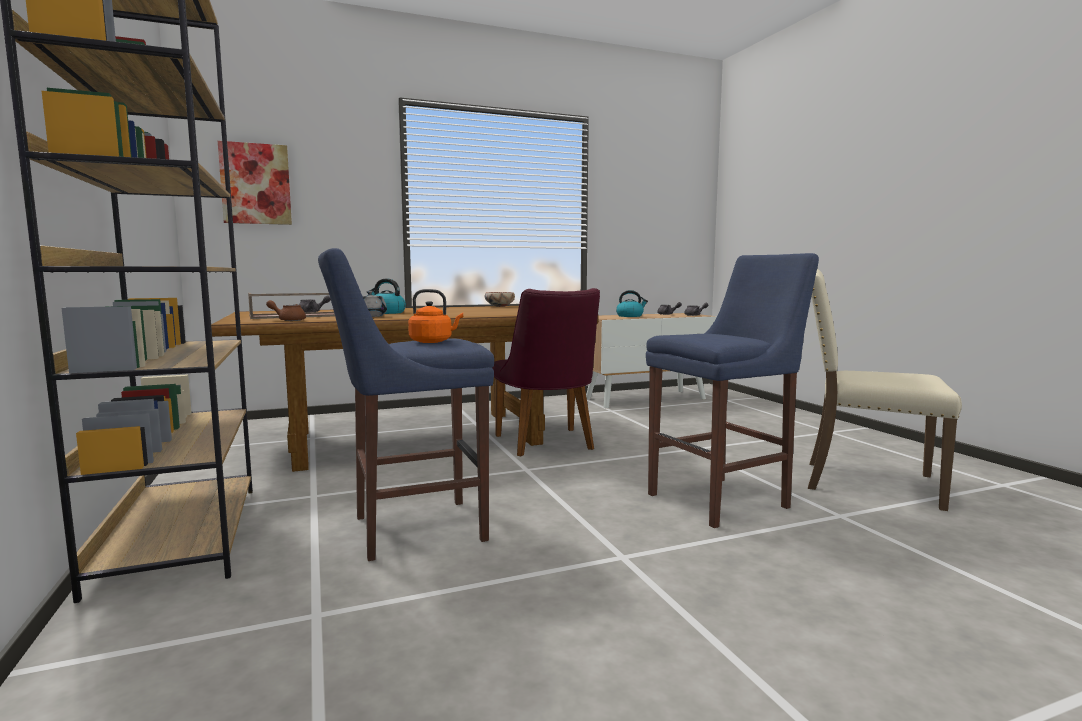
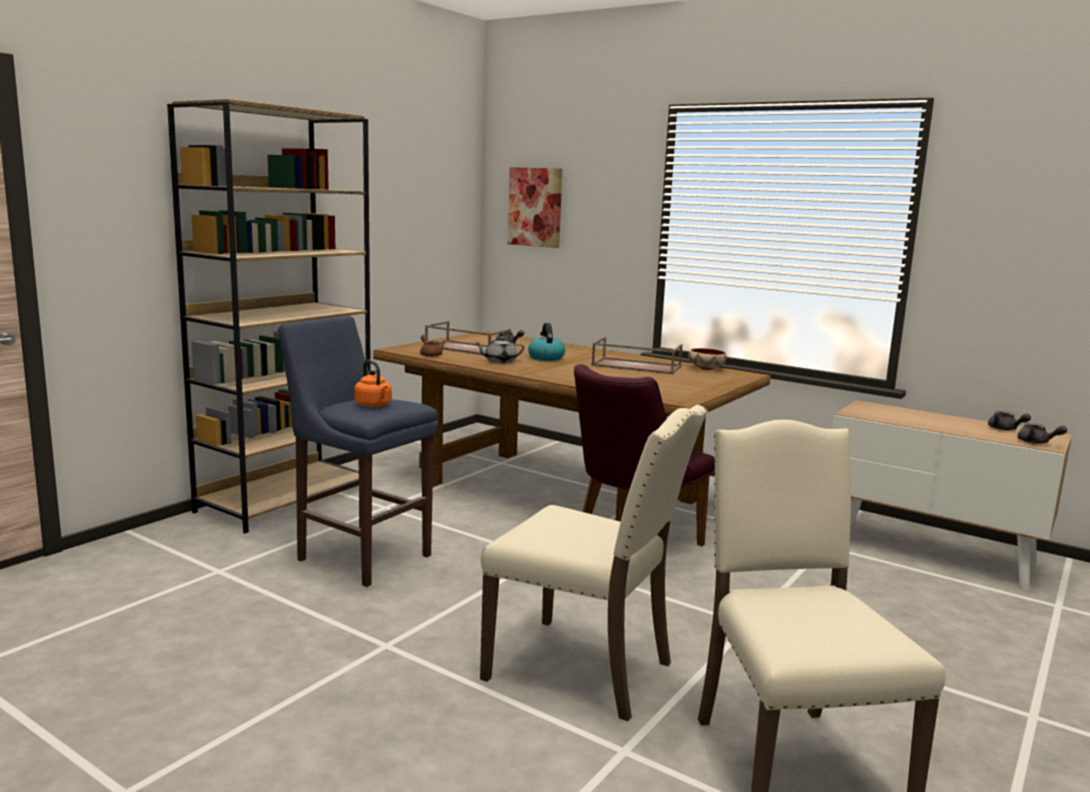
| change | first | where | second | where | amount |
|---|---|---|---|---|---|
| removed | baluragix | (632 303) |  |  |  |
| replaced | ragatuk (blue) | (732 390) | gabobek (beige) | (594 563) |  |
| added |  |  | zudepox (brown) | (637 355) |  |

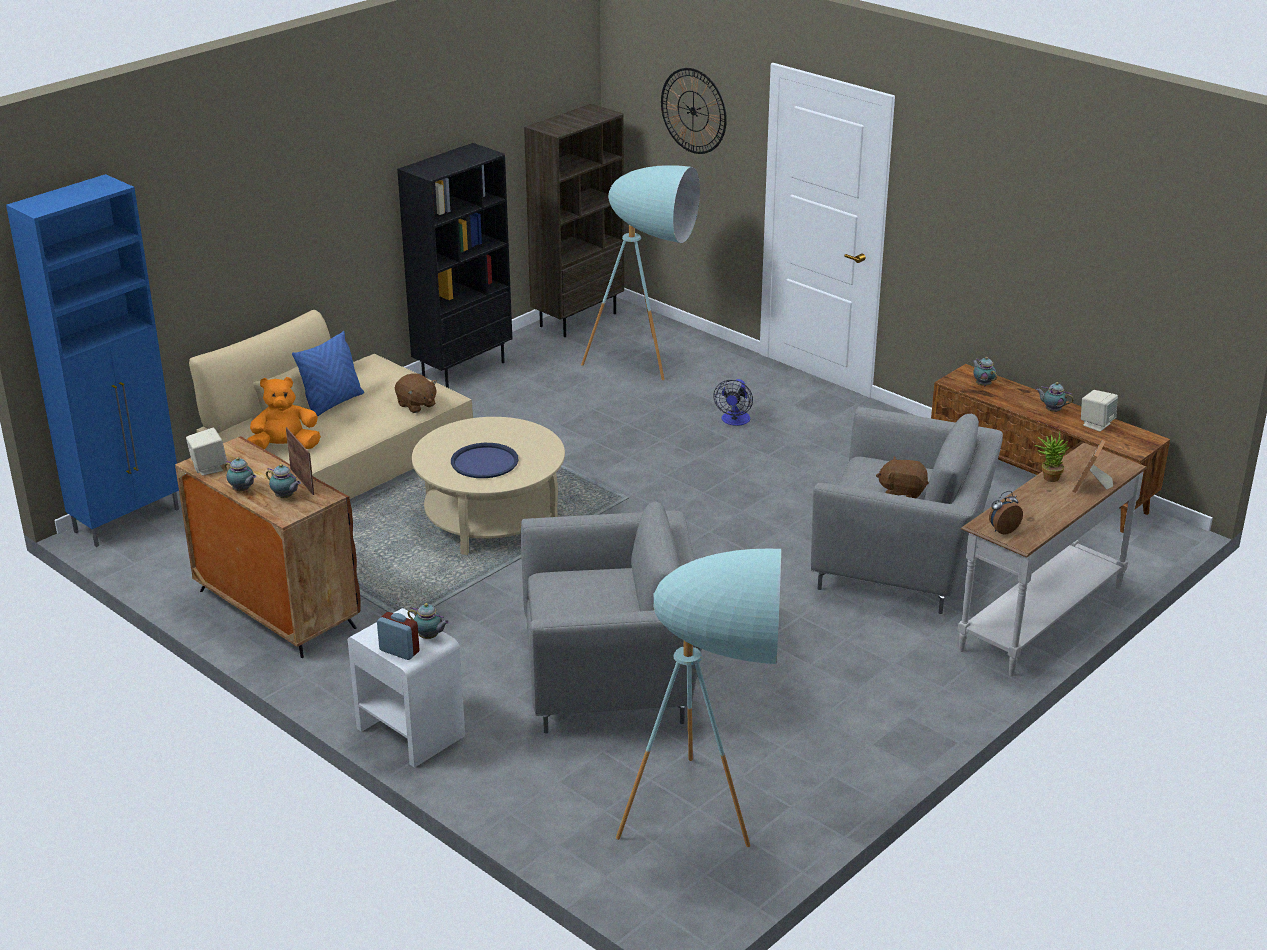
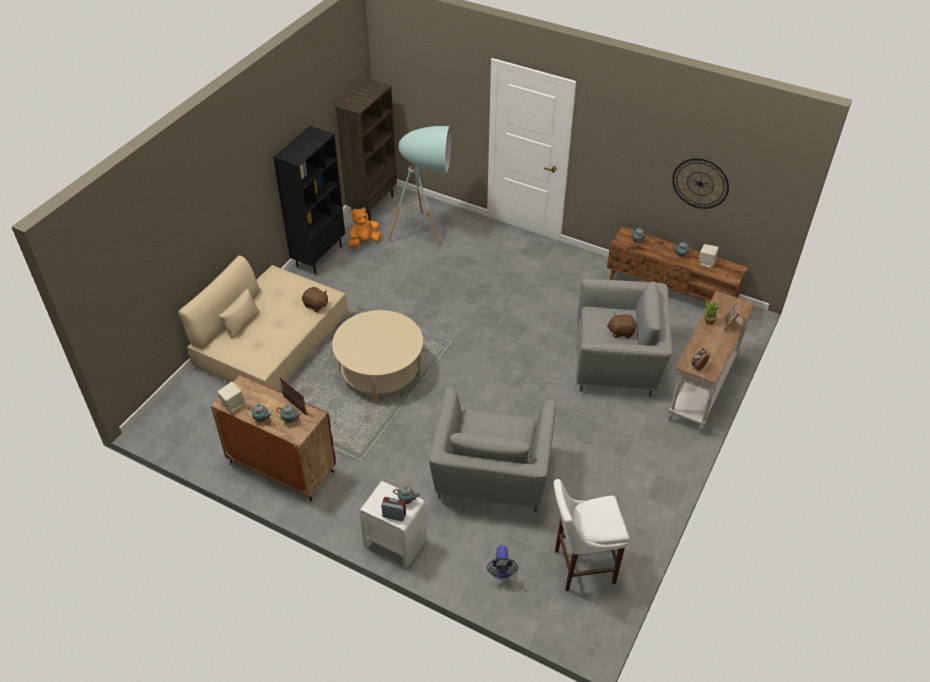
| change | first | where | second | where | amount |
|---|---|---|---|---|---|
| removed | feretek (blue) | (92 360) |  |  |  |
| moved | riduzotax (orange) | (284 413) |  | (364 227) |  |
| removed | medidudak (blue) | (328 373) |  |  |  |
| removed | zudepox (blue) | (485 460) |  |  |  |
| turned | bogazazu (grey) | (611 618) |  | (492 449) | 120 degrees clockwise |
| replaced | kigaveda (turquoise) | (698 698) | ragatuk (white) | (591 535) |  |
| moved | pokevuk | (694 111) |  | (700 183) |  |
| moved | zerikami | (733 402) |  | (502 562) |  |

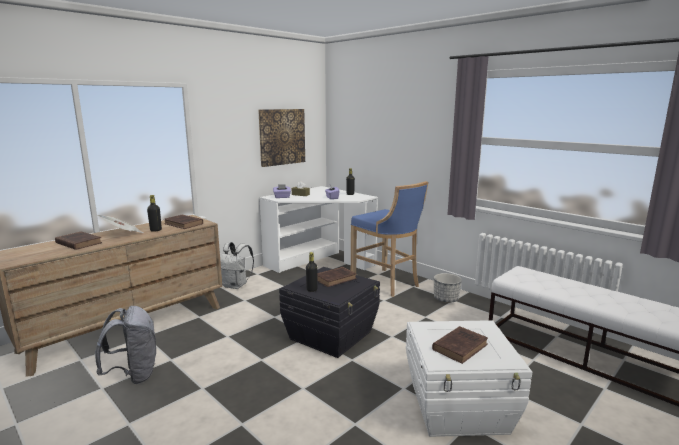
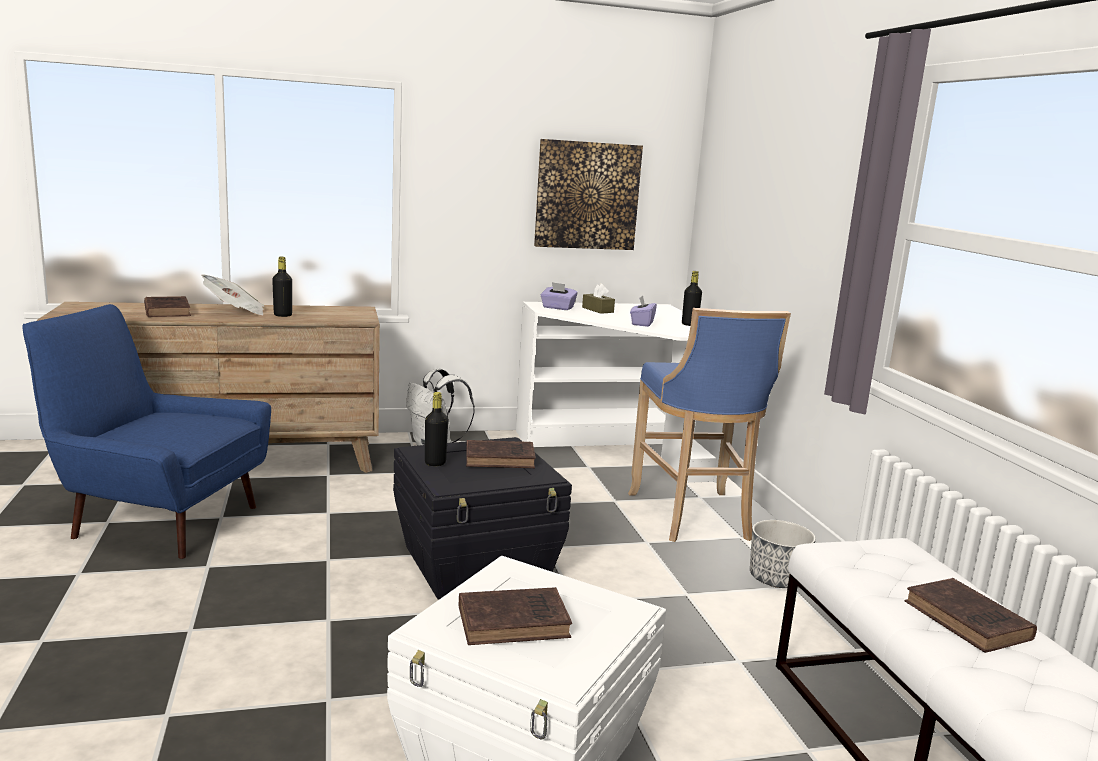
| change | first | where | second | where | amount |
|---|---|---|---|---|---|
| replaced | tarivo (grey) | (125 345) | bogazazu (blue) | (146 431) |  |
| moved | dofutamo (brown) | (183 221) |  | (971 615) |  |

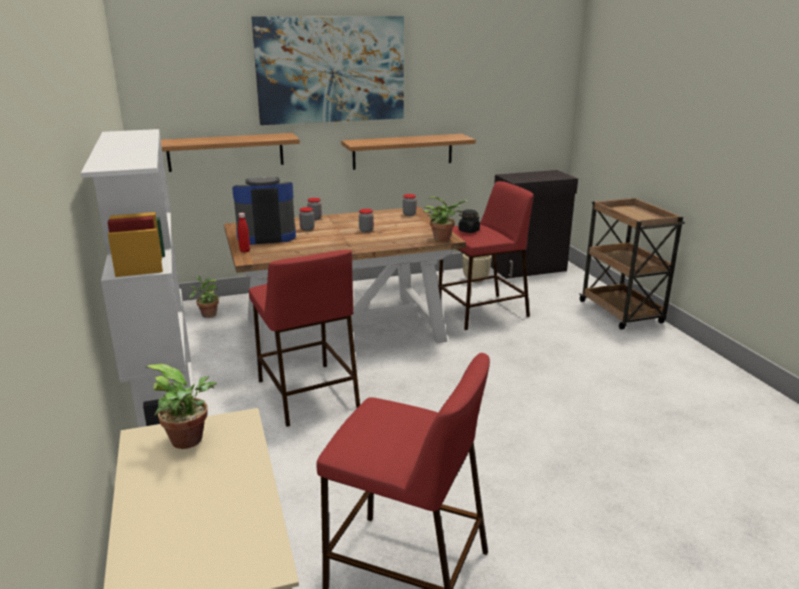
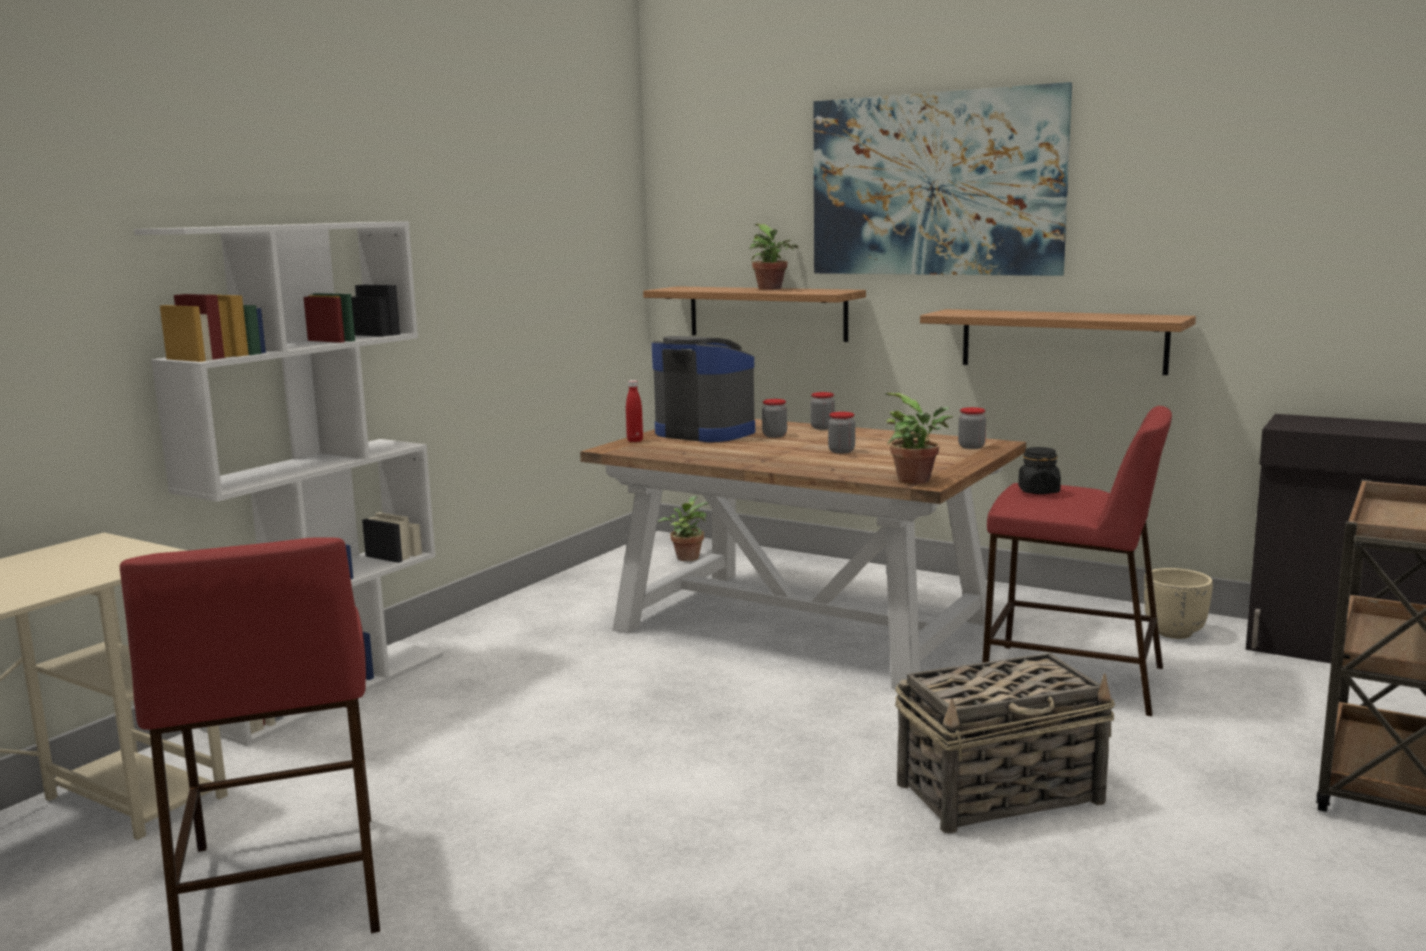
| change | first | where | second | where | amount |
|---|---|---|---|---|---|
| moved | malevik | (181 406) |  | (774 257) |  |
| removed | ragatuk (red) | (304 338) |  |  |  |
| added |  |  | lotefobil | (1005 743) |  |

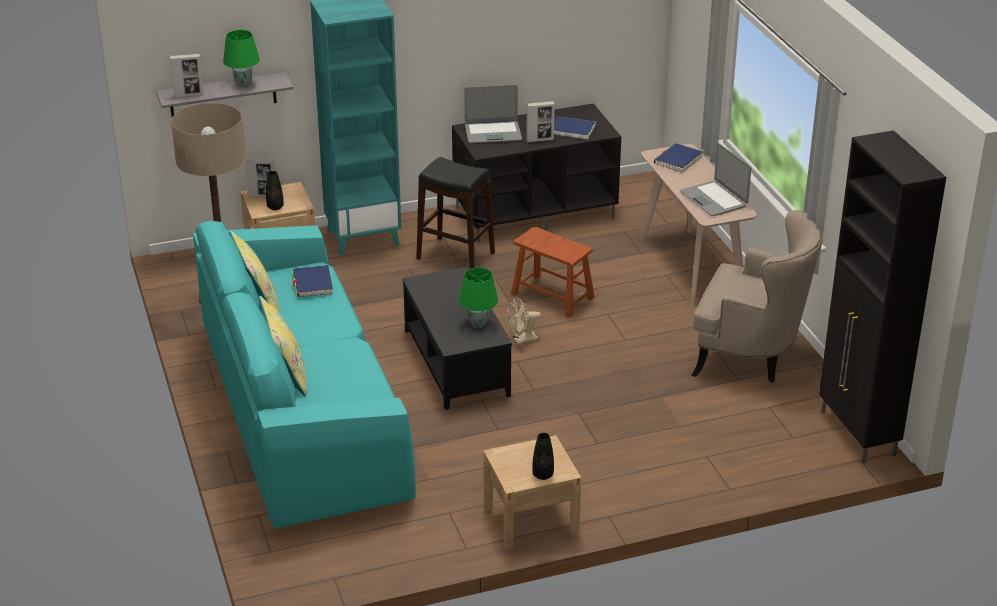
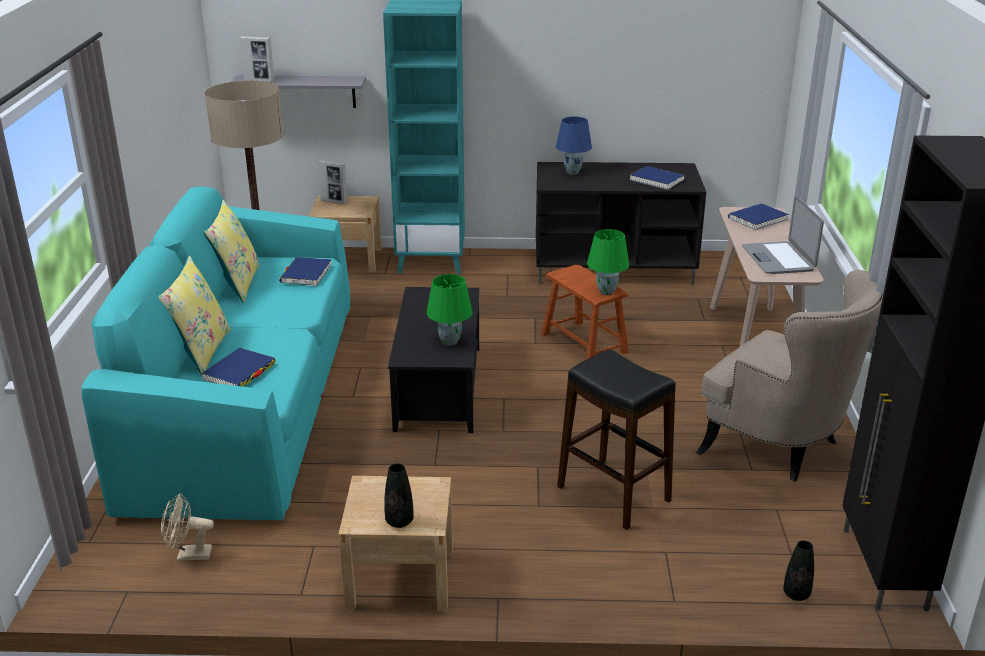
| change | first | where | second | where | amount |
|---|---|---|---|---|---|
| moved | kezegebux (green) | (241 58) |  | (608 262) |  |
| moved | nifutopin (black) | (275 190) |  | (798 571) |  |
| moved | ragatuk (black) | (455 213) |  | (616 440) |  |
| replaced | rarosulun | (493 114) | kezegebux (blue) | (574 146) |  |
| moved | zerikami (beige) | (523 321) |  | (187 527) |  |
| removed | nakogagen | (540 121) |  |  |  |
| added |  |  | dofutamo (blue) | (238 367) |  |

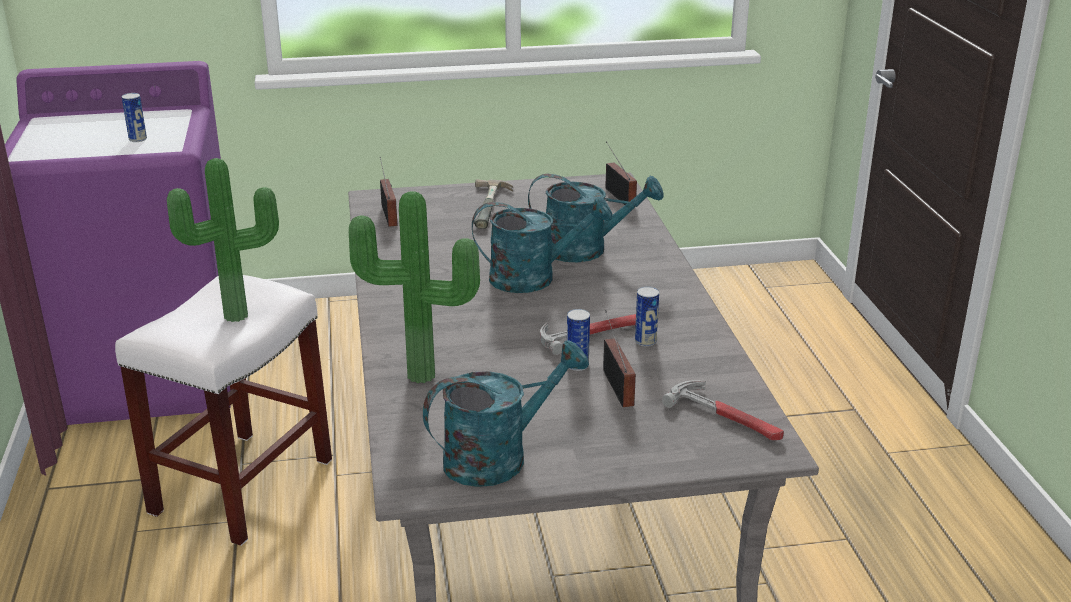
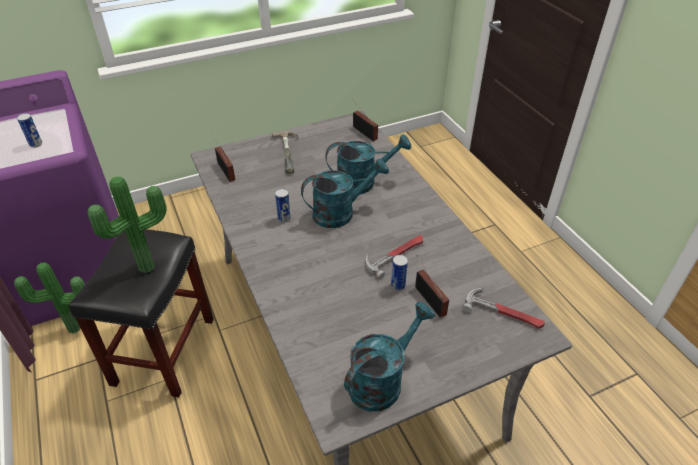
| change | first | where | second | where | amount |
|---|---|---|---|---|---|
| recoloured | ragatuk (white) | (223 410) | ragatuk (black) | (141 313) |  |
| moved | malevik | (414 287) |  | (49 298) |  |
| moved | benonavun | (647 316) |  | (283 205) |  |

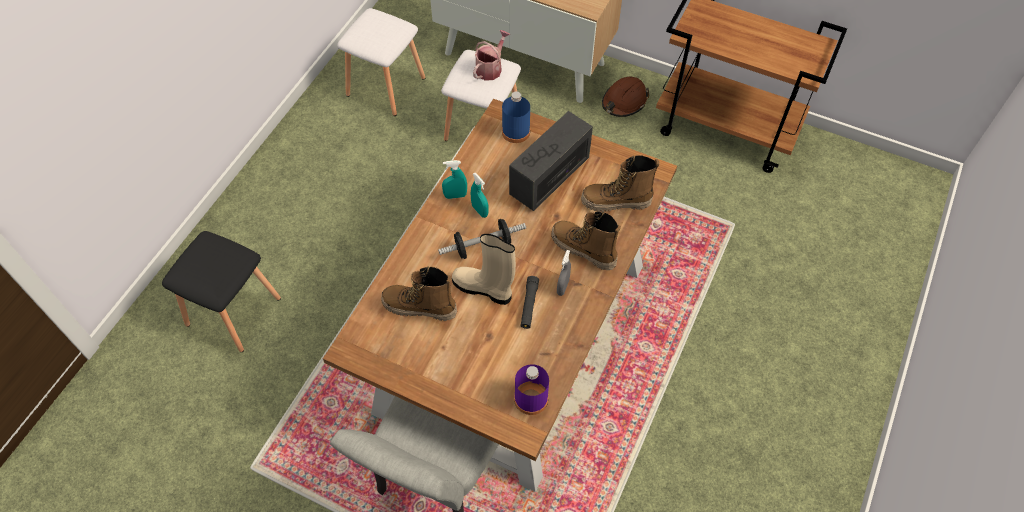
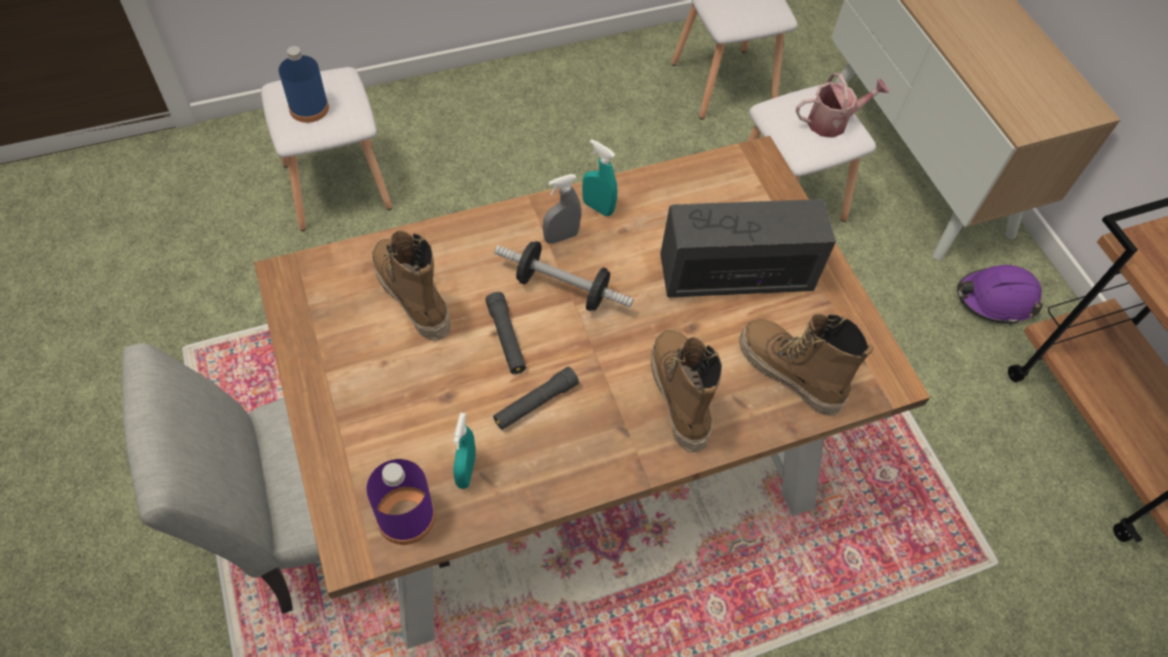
| change | first | where | second | where | amount |
|---|---|---|---|---|---|
| recoloured | ragatuk (black) | (221 291) | ragatuk (white) | (326 149) |  |
| replaced | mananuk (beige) | (484 269) | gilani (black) | (505 333) |  |
| moved | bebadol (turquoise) | (479 195) |  | (464 451) |  |
| moved | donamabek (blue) | (516 117) |  | (304 84) |  |
| moved | bebadol (grey) | (564 273) |  | (562 209) |  |
| recoloured | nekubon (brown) | (625 96) | nekubon (purple) | (1000 295) |  |

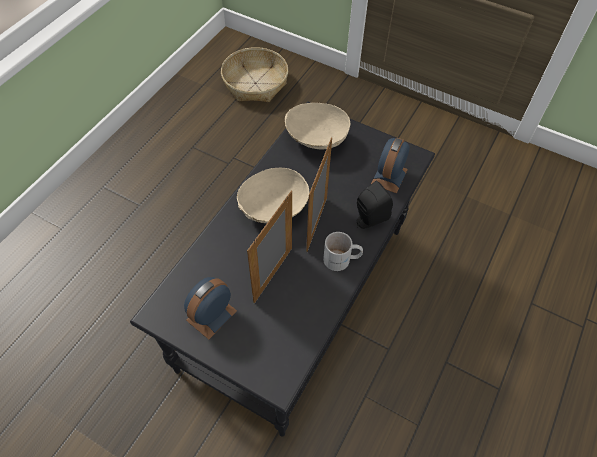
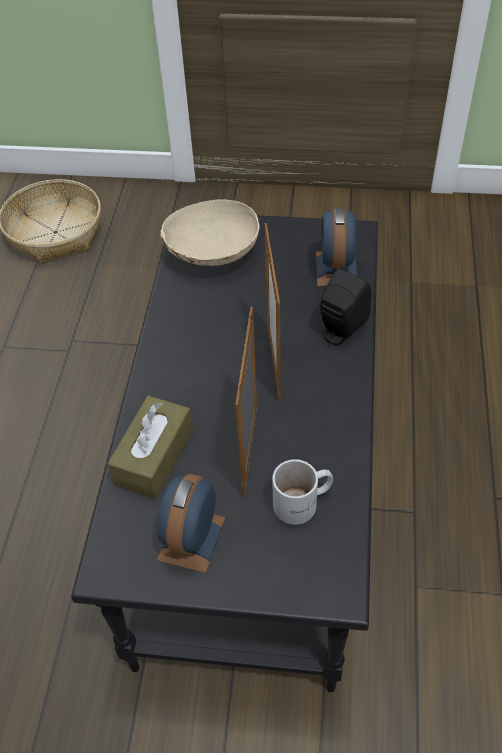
| change | first | where | second | where | amount |
|---|---|---|---|---|---|
| removed | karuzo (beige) | (273 195) |  |  |  |
| moved | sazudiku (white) | (343 251) |  | (302 492) |  |
| added |  |  | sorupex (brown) | (150 447) |  |

